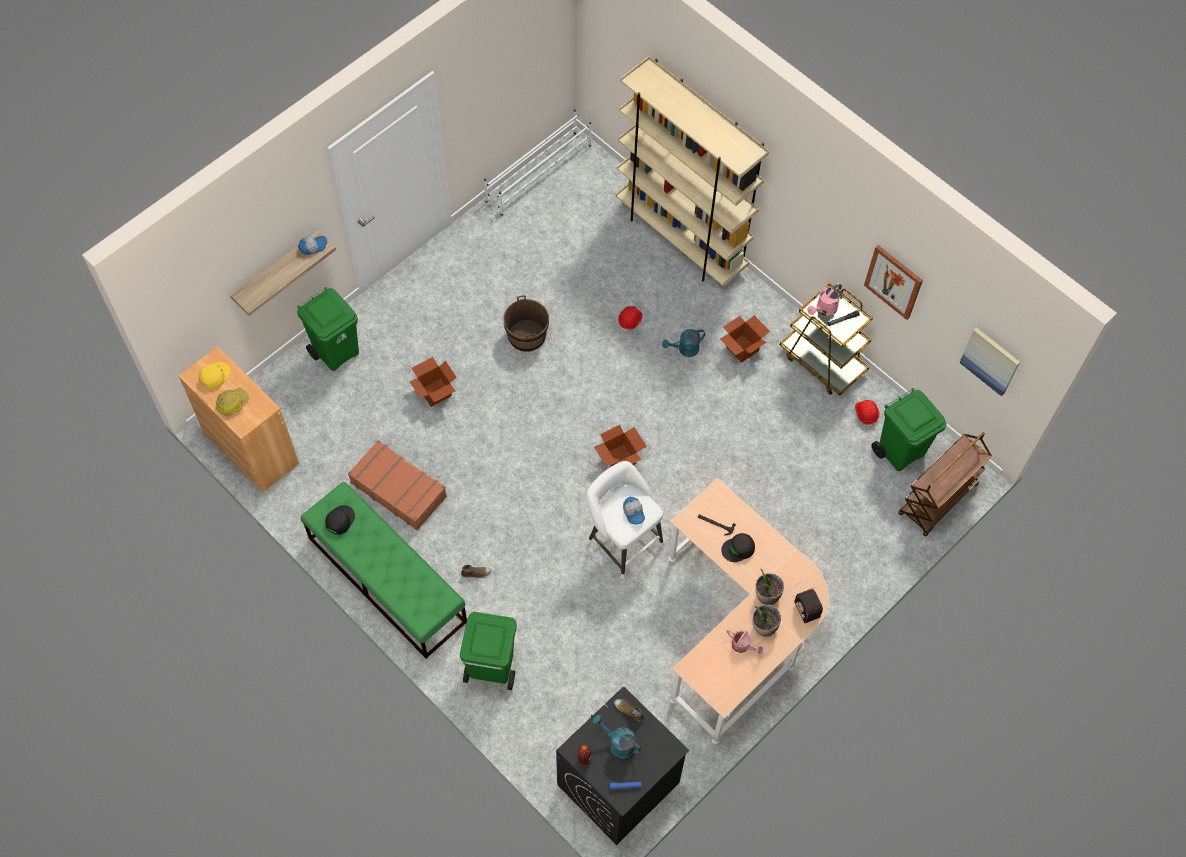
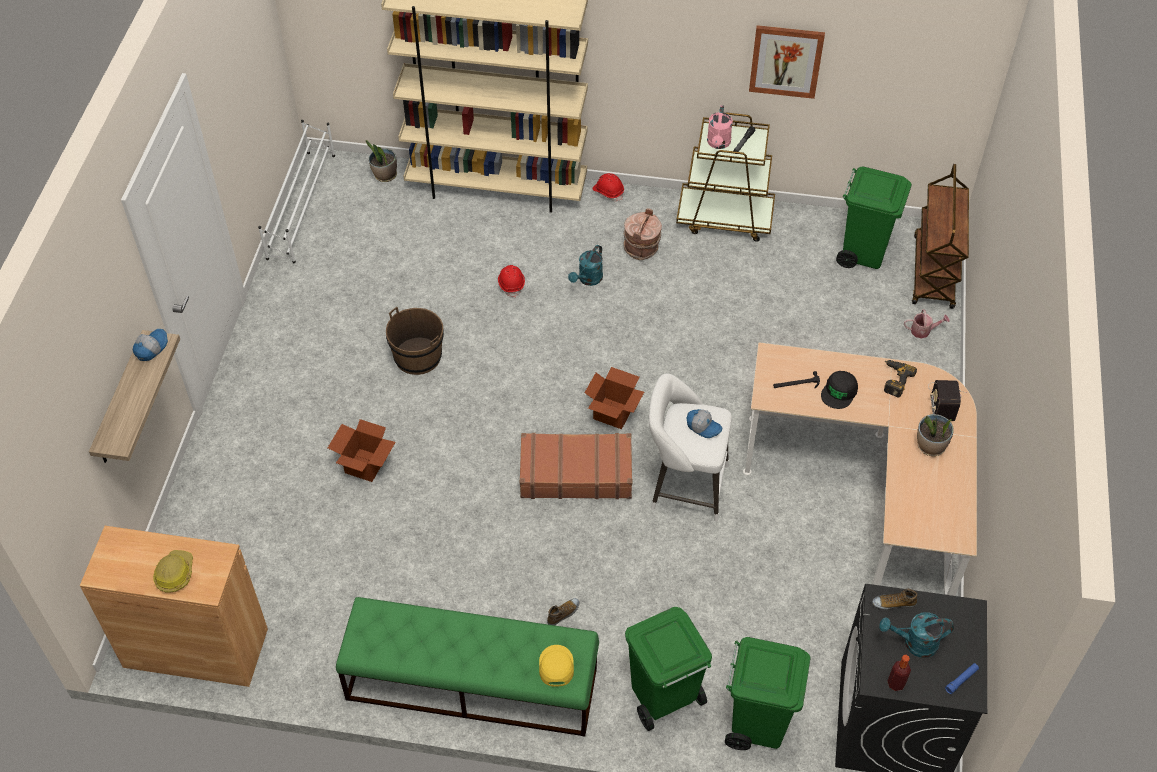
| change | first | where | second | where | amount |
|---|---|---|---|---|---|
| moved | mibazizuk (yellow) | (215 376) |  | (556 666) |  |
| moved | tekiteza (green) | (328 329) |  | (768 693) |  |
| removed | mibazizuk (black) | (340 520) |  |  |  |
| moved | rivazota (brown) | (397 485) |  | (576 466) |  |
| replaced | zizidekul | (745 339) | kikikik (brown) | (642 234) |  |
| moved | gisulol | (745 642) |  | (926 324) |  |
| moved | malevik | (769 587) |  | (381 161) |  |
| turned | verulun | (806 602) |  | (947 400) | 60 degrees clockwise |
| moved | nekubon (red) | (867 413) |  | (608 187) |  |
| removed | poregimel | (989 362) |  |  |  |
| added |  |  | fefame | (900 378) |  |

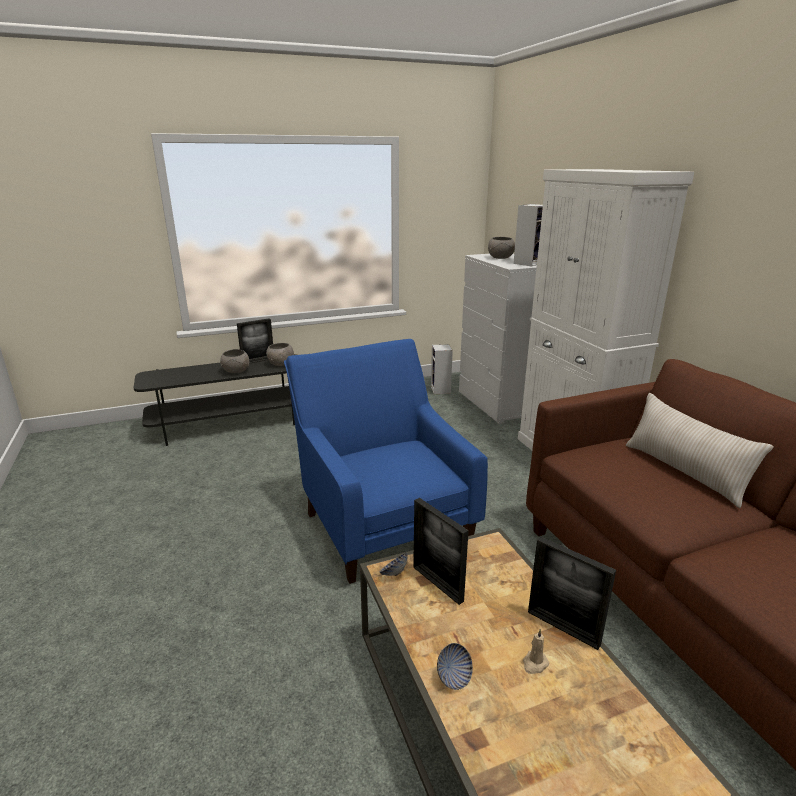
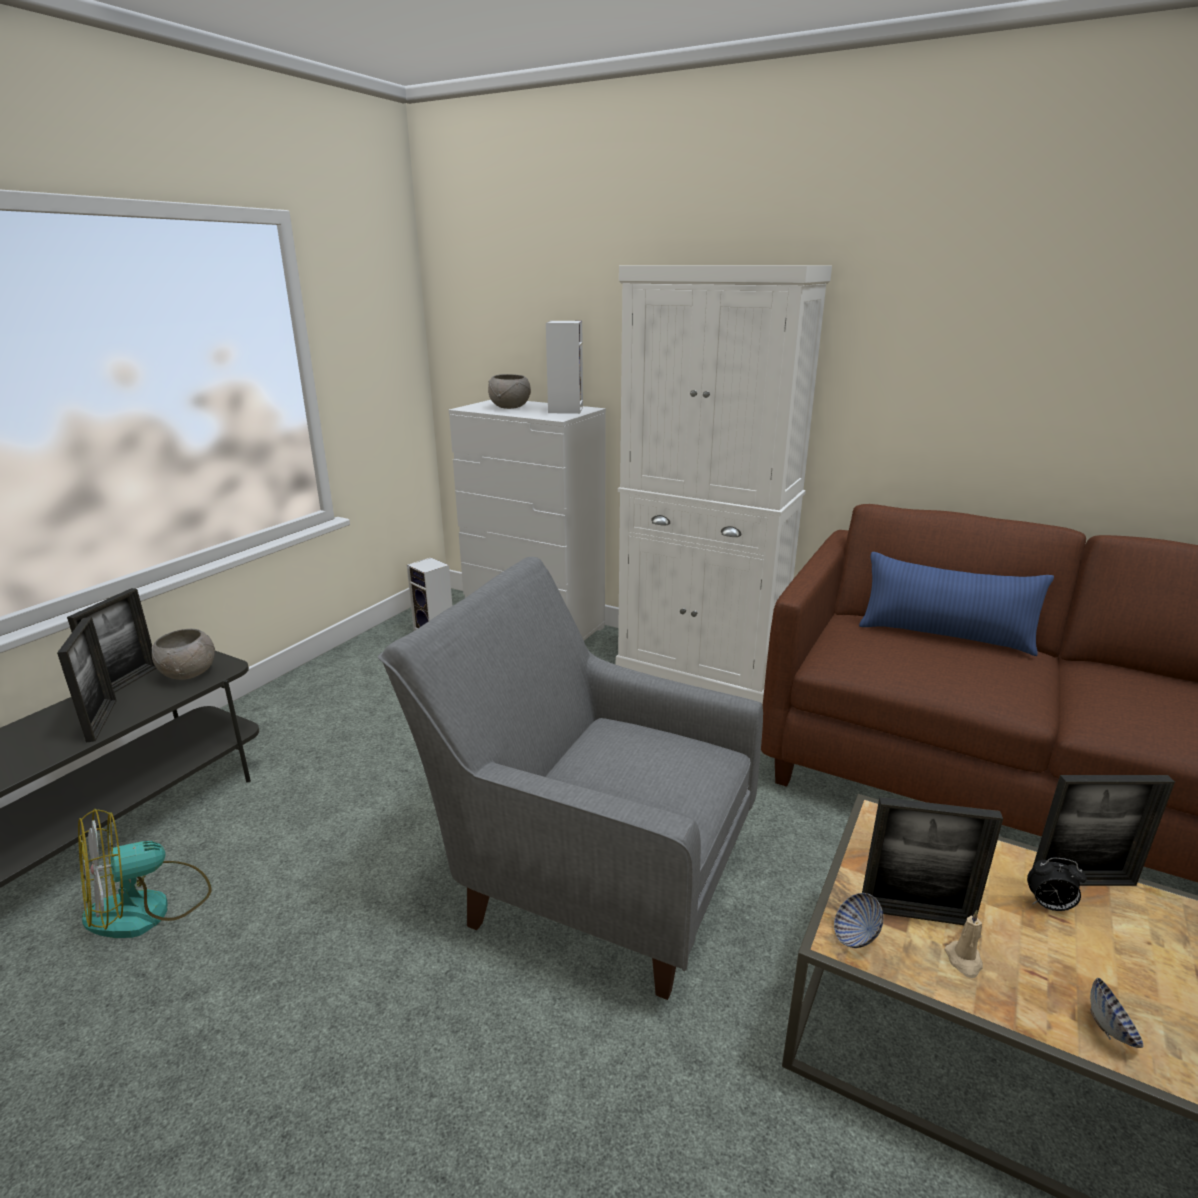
| change | first | where | second | where | amount |
|---|---|---|---|---|---|
| replaced | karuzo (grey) | (234 361) | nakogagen | (87 680) |  |
| recoloured | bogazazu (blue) | (386 461) | bogazazu (grey) | (570 778) |  |
| moved | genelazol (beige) | (536 651) |  | (963 944) |  |
| recoloured | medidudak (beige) | (700 450) | medidudak (blue) | (956 604) |  |
| added |  |  | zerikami | (145 873) |  |
| added |  |  | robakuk | (1057 884) |  |

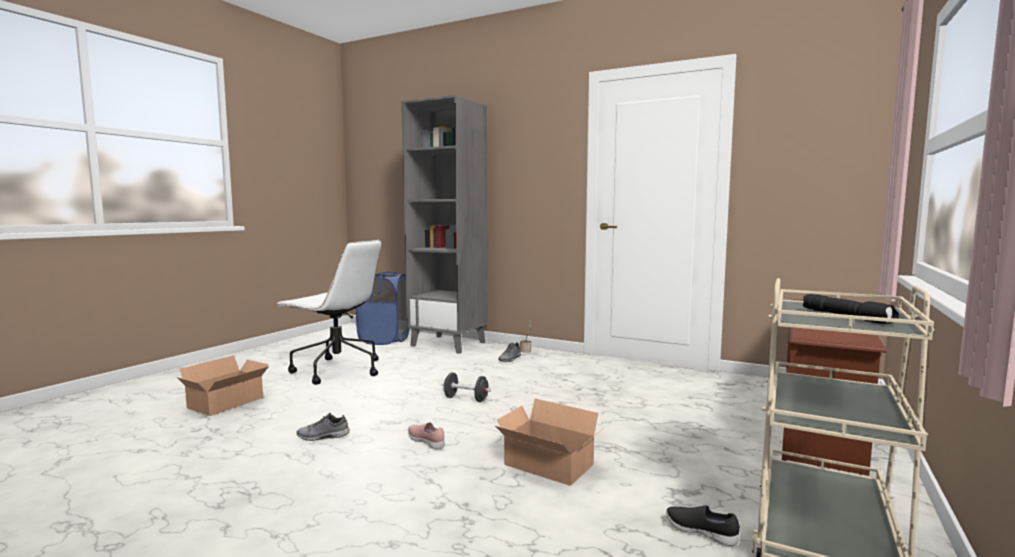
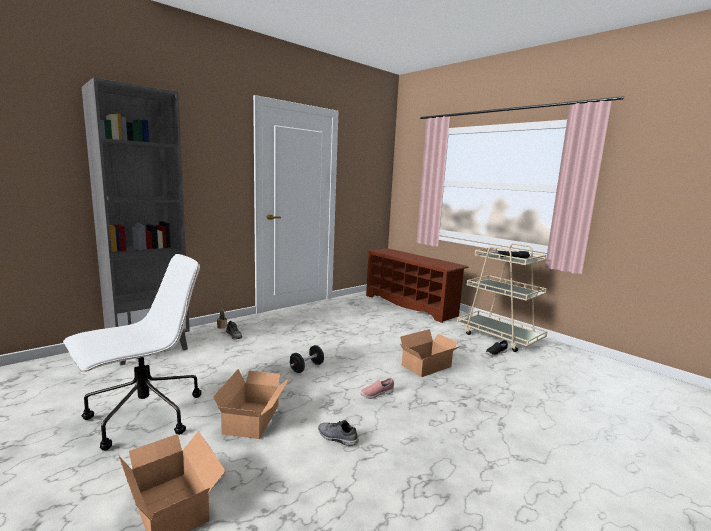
| change | first | where | second | where | amount |
|---|---|---|---|---|---|
| turned | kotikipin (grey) | (323 427) |  | (338 433) | 105 degrees clockwise |
| removed | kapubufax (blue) | (382 308) |  |  |  |
| added |  |  | zizidekul | (251 404) |  |

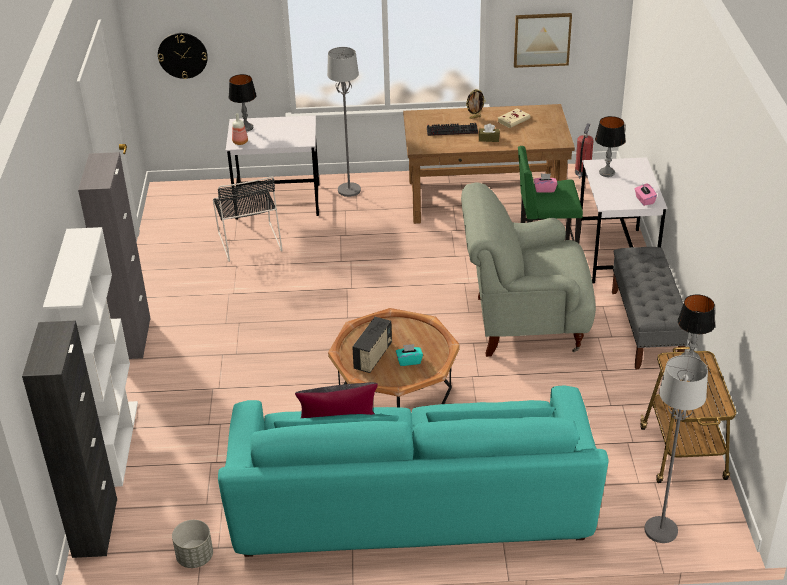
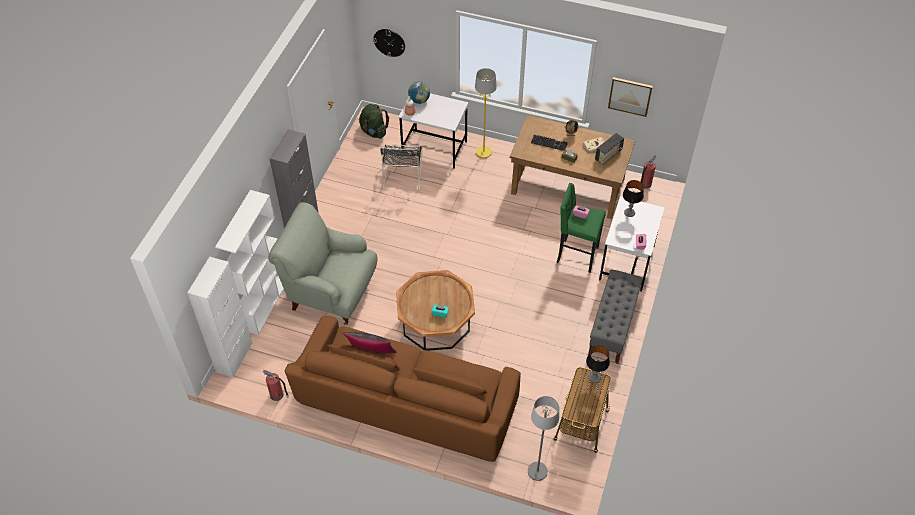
| change | first | where | second | where | amount |
|---|---|---|---|---|---|
| recoloured | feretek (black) | (69 439) | feretek (white) | (219 317) |  |
| replaced | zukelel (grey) | (192 544) | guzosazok | (276 385) |  |
| recoloured | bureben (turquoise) | (413 471) | bureben (brown) | (403 389) |  |
| replaced | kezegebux | (243 103) | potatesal | (419 93) |  |
| recoloured | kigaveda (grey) | (344 122) | kigaveda (yellow) | (486 113) |  |
| moved | verulun | (372 345) |  | (609 148) |  |
| moved | bogazazu (grey) | (528 269) |  | (323 263) |  |
| added |  |  | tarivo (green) | (374 121) |  |

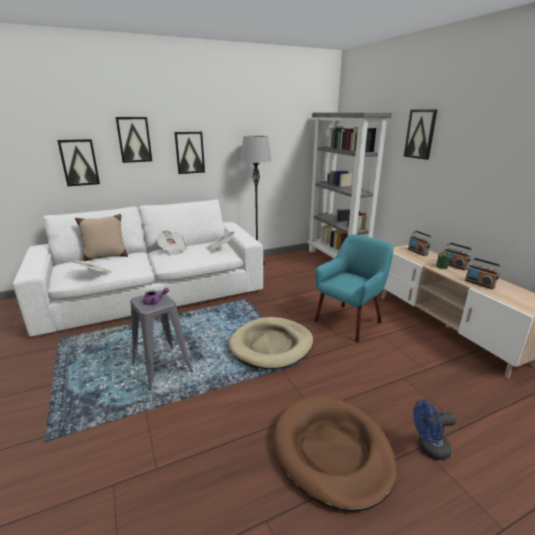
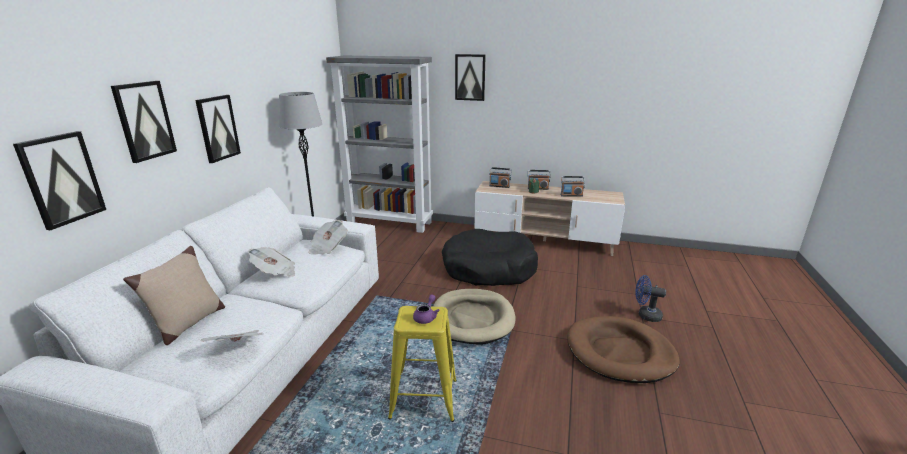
| change | first | where | second | where | amount |
|---|---|---|---|---|---|
| recoloured | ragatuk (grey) | (161 340) | ragatuk (yellow) | (422 364) |  |
| replaced | bogazazu (turquoise) | (354 288) | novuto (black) | (490 257) |  |
| turned | zerikami (blue) | (434 429) |  | (650 298) | 75 degrees clockwise |

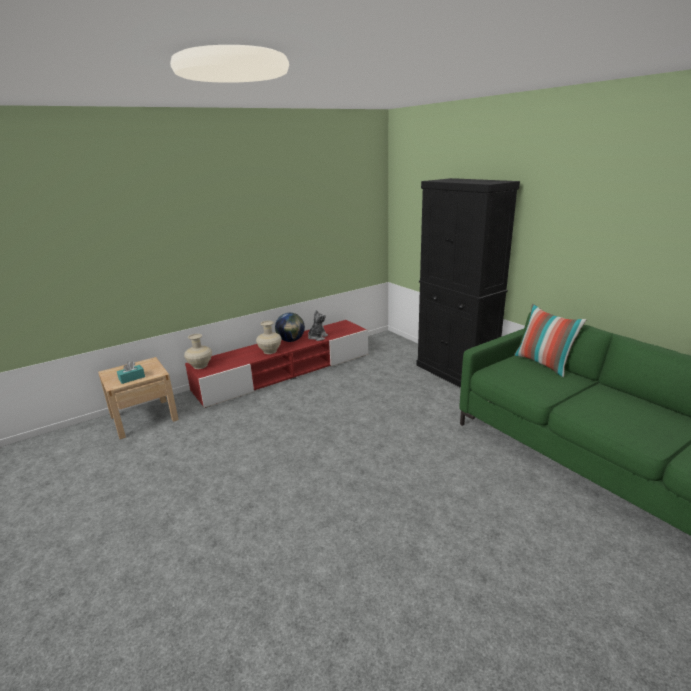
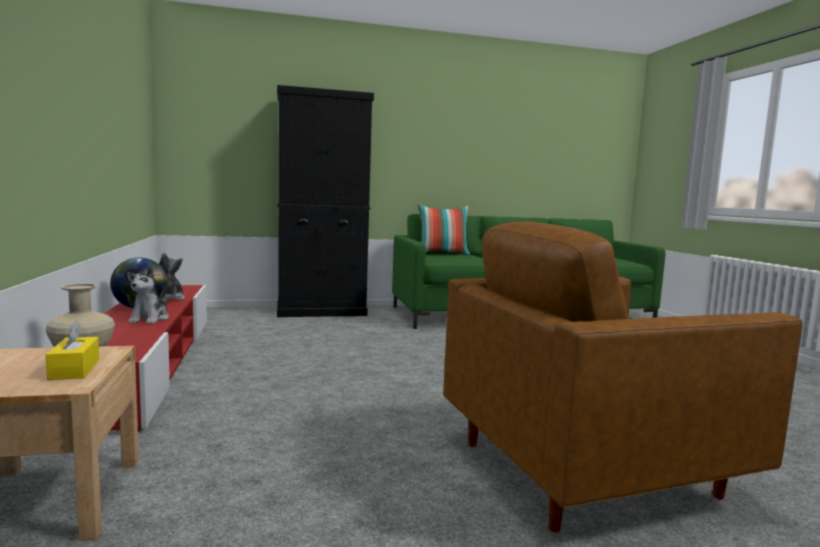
| change | first | where | second | where | amount |
|---|---|---|---|---|---|
| recoloured | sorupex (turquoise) | (131 372) | sorupex (yellow) | (72 350) |  |
| replaced | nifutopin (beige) | (269 337) | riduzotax | (148 294) |  |
| added |  |  | bogazazu (brown) | (622 377) |  |

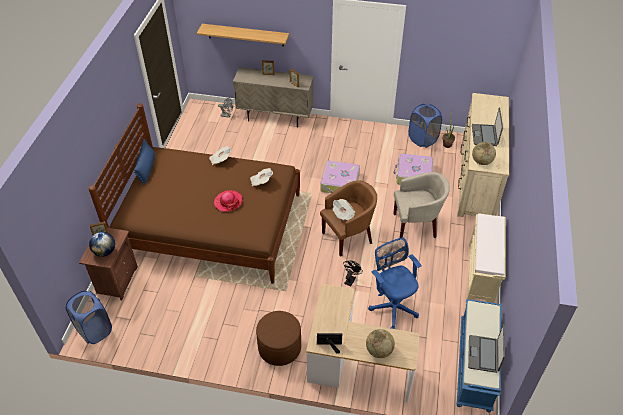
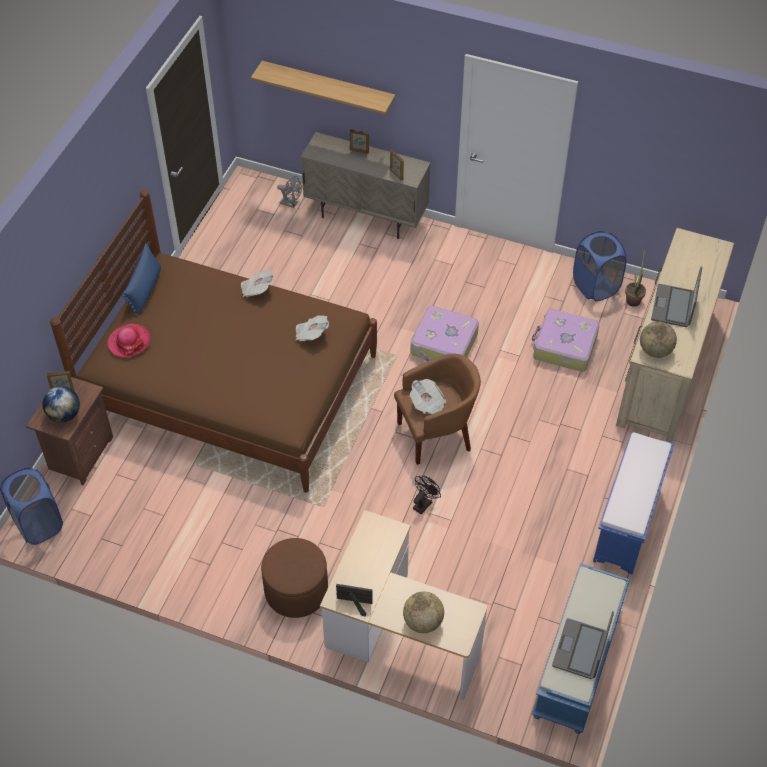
| change | first | where | second | where | amount |
|---|---|---|---|---|---|
| moved | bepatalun | (228 201) |  | (128 340) |  |
| removed | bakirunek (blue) | (395 283) |  |  |  |
| removed | bogazazu (beige) | (421 205) |  |  |  |
| recoloured | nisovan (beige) | (486 258) | nisovan (blue) | (633 503) |  |

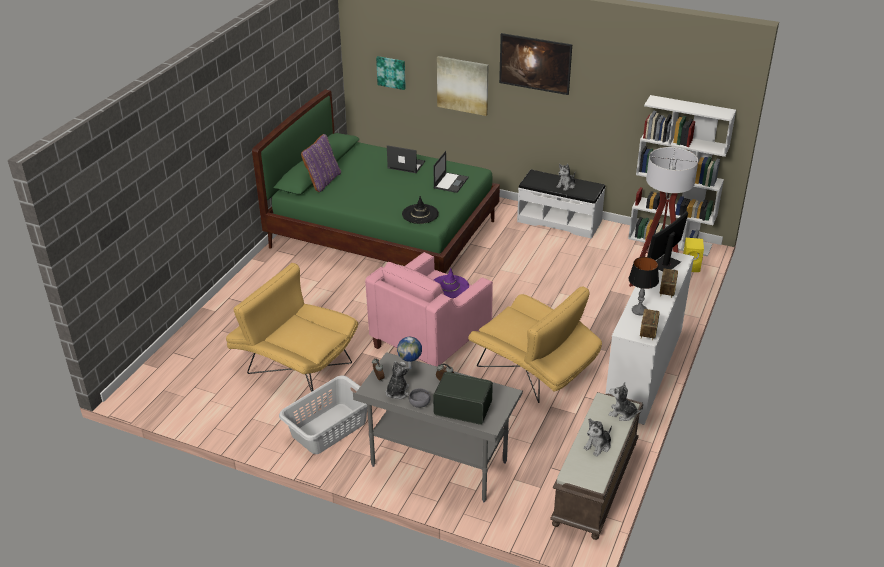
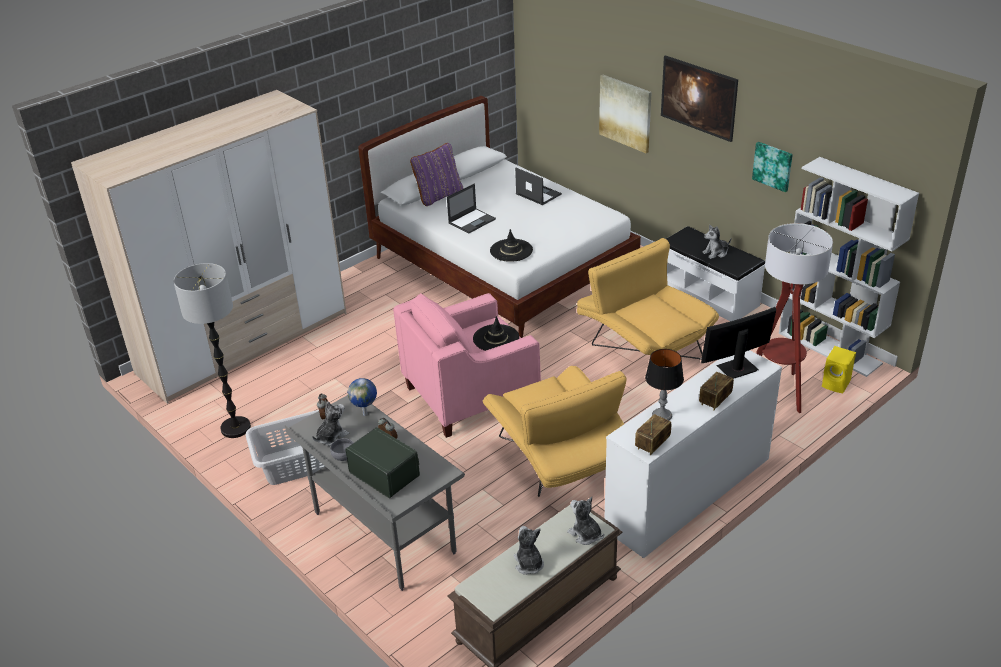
| change | first | where | second | where | amount |
|---|---|---|---|---|---|
| moved | bogazazu (yellow) | (292 327) |  | (648 299) |  |
| recoloured | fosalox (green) | (376 181) | fosalox (white) | (499 217) |  |
| moved | poregimel | (391 73) |  | (772 167) |  |
| moved | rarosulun | (451 172) |  | (471 208) |  |
| recoloured | bepatalun (purple) | (451 283) | bepatalun (black) | (496 333) |  |
| turned | riduzotax | (598 437) |  | (529 550) | 90 degrees clockwise |
| added |  |  | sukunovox | (209 247) |  |
| added |  |  | kigaveda | (212 350) |  |

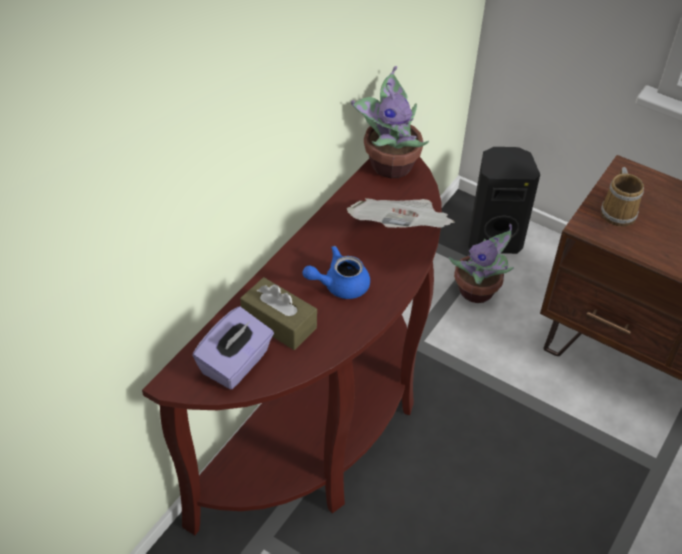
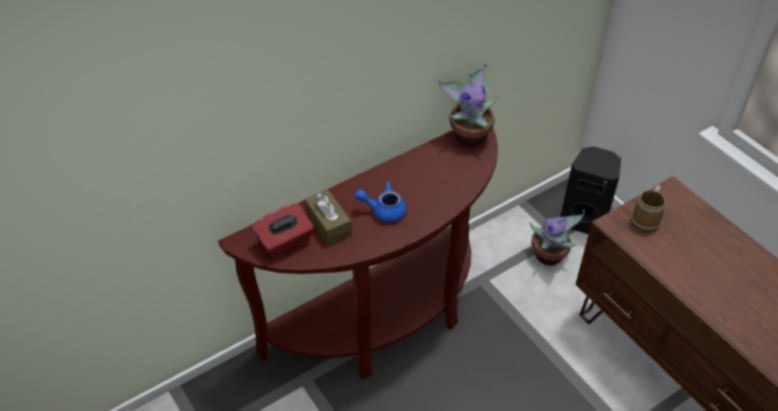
| change | first | where | second | where | amount |
|---|---|---|---|---|---|
| recoloured | sorupex (purple) | (233 348) | sorupex (red) | (283 230) |  |
| removed | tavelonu | (401 213) |  |  |  |

